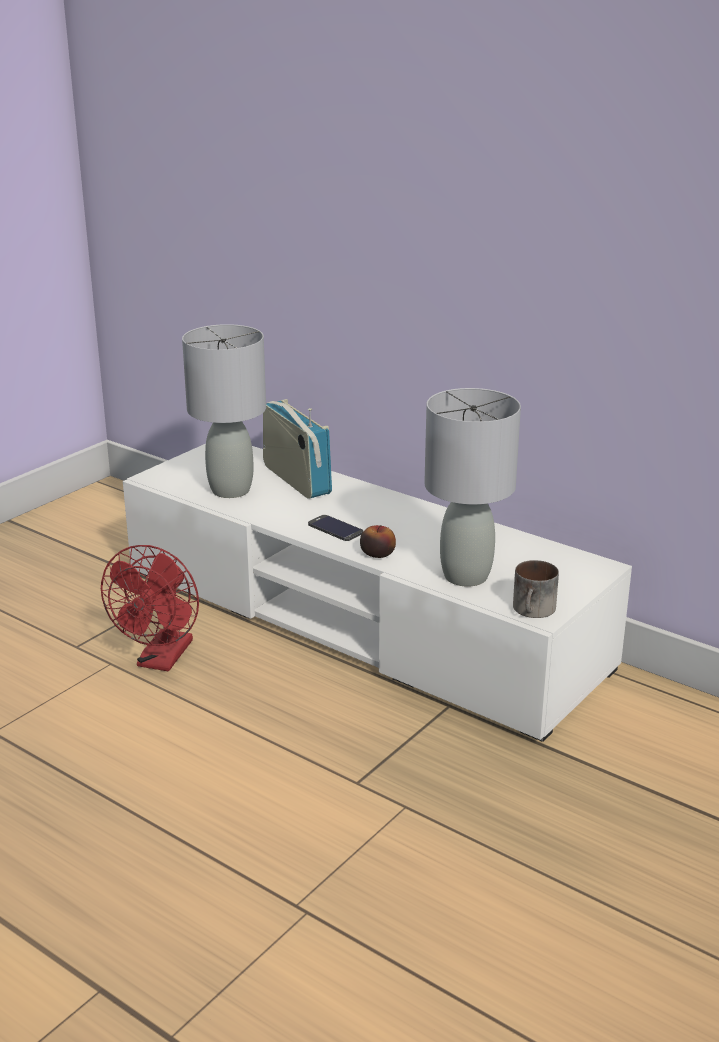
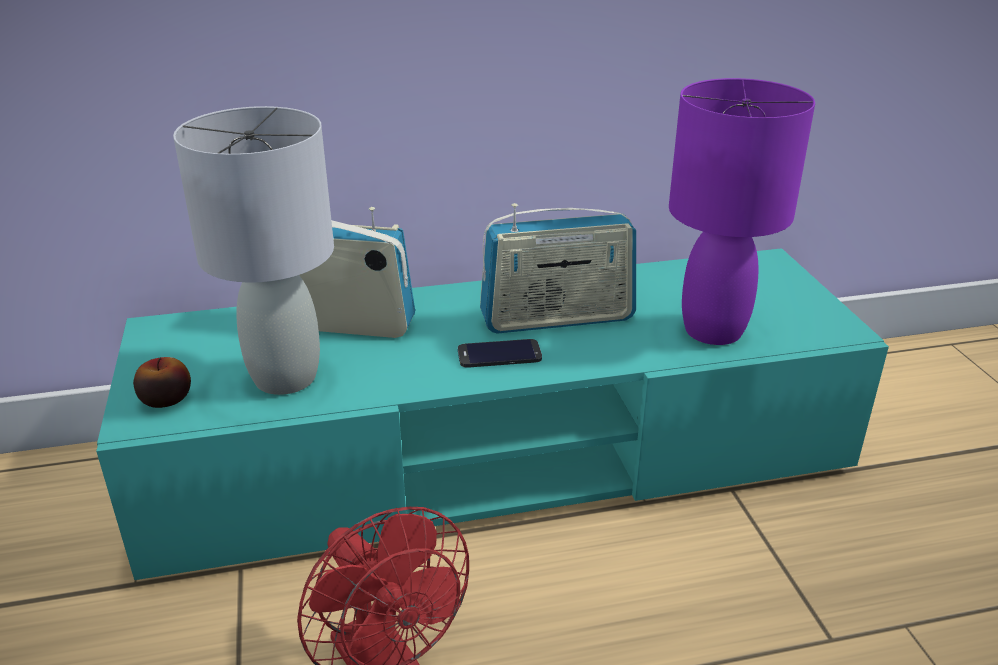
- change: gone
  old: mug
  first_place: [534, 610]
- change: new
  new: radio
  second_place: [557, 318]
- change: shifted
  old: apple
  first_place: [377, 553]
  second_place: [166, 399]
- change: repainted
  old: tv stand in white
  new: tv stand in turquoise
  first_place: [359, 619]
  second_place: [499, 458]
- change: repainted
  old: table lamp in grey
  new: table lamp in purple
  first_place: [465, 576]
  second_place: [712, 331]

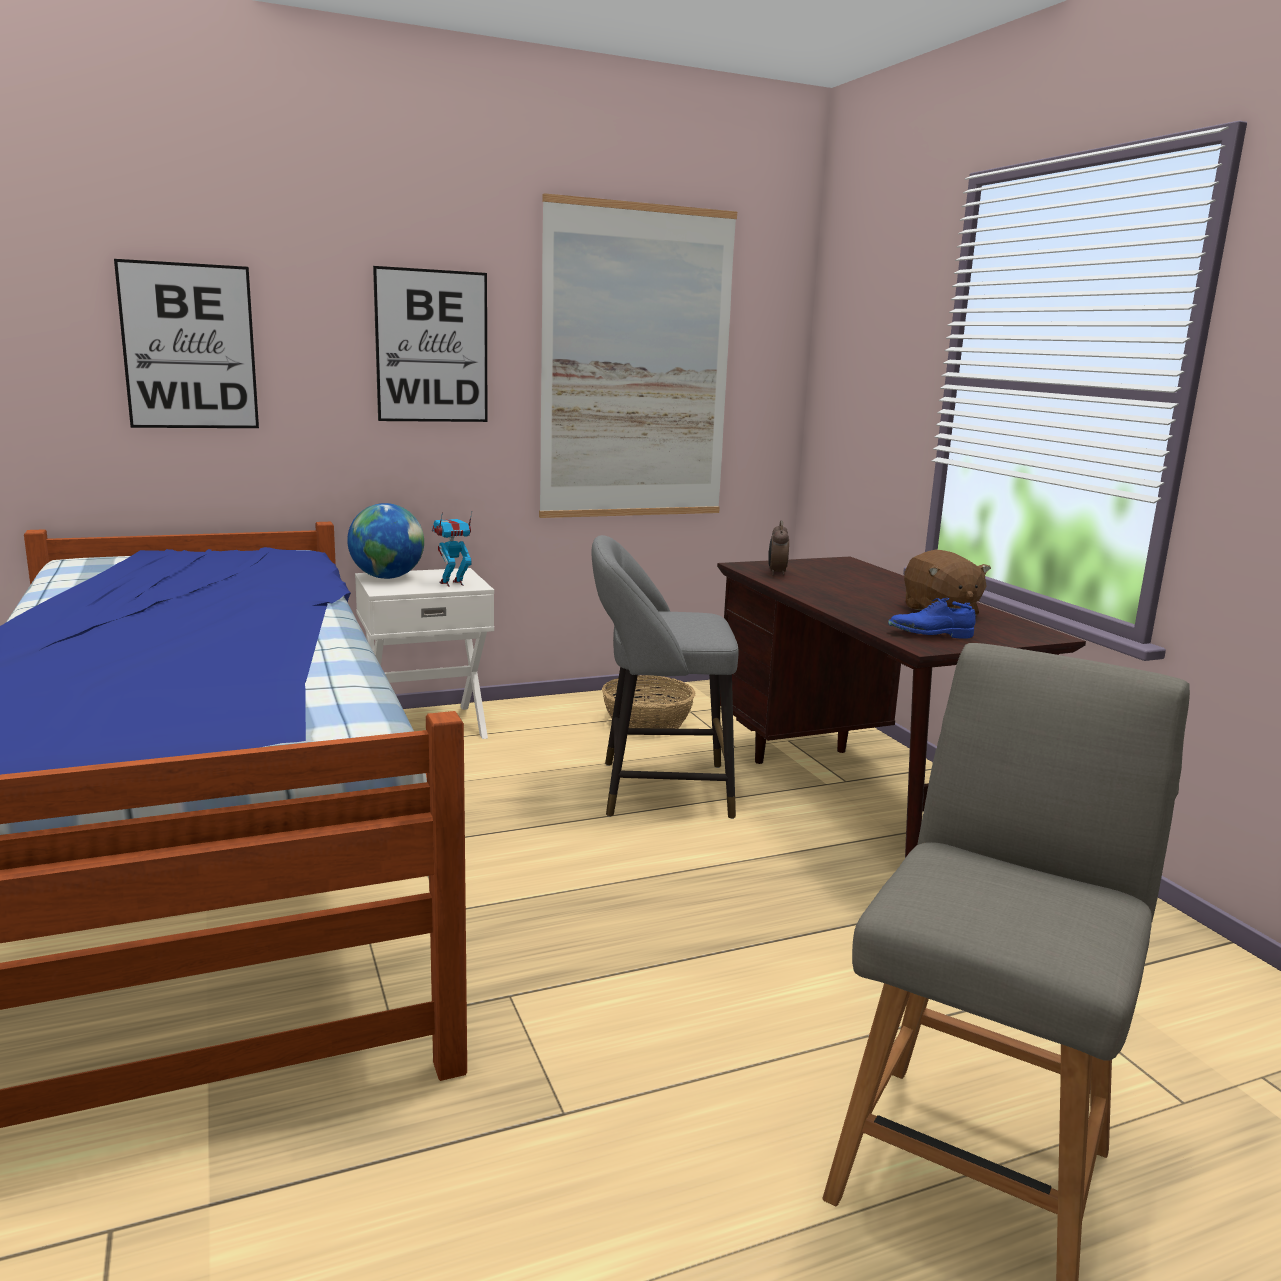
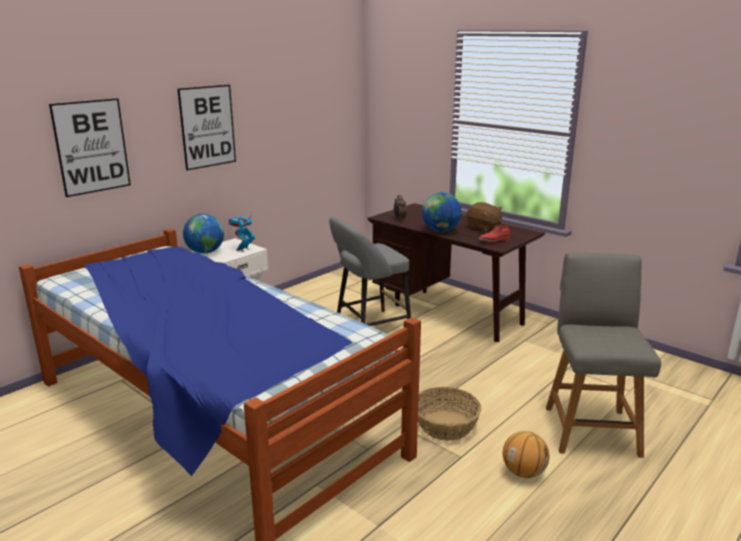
- change: gone
  old: picture
  first_place: [636, 365]
- change: new
  new: globe
  second_place: [440, 231]
- change: new
  new: basketball
  second_place: [523, 472]
- change: shifted
  old: basket
  first_place: [648, 722]
  second_place: [446, 425]
- change: repainted
  old: shoe in blue
  new: shoe in red
  first_place: [930, 635]
  second_place: [494, 241]

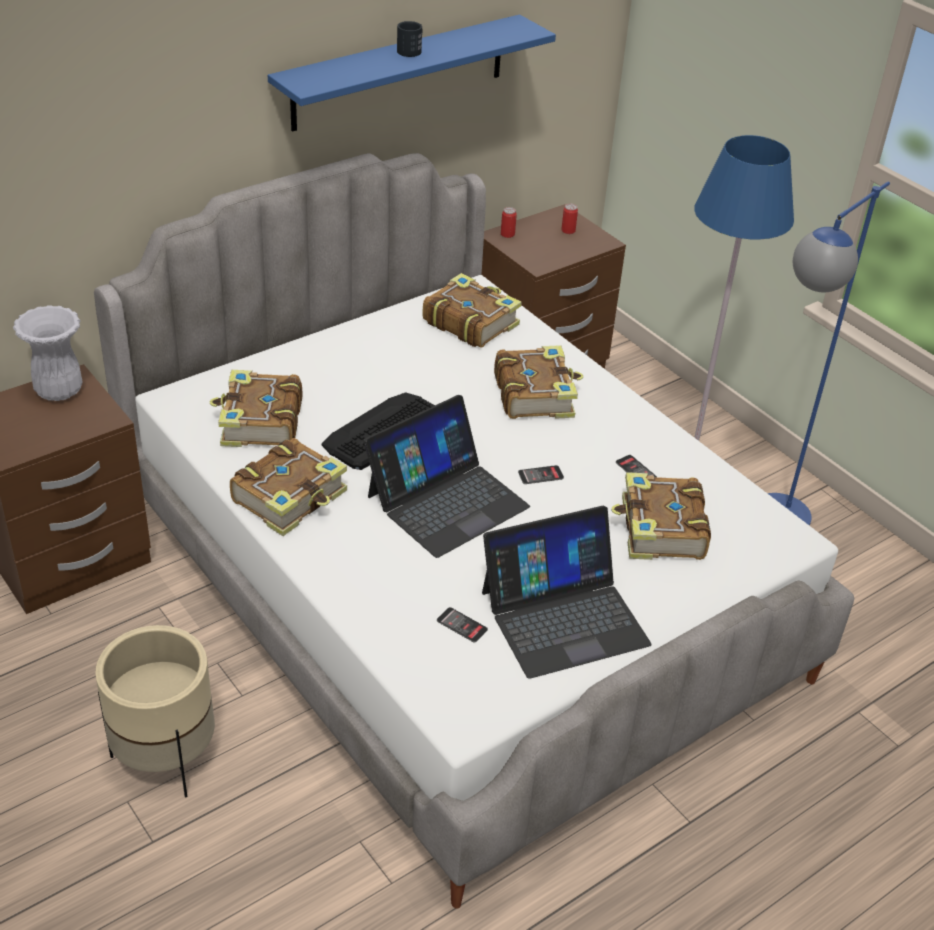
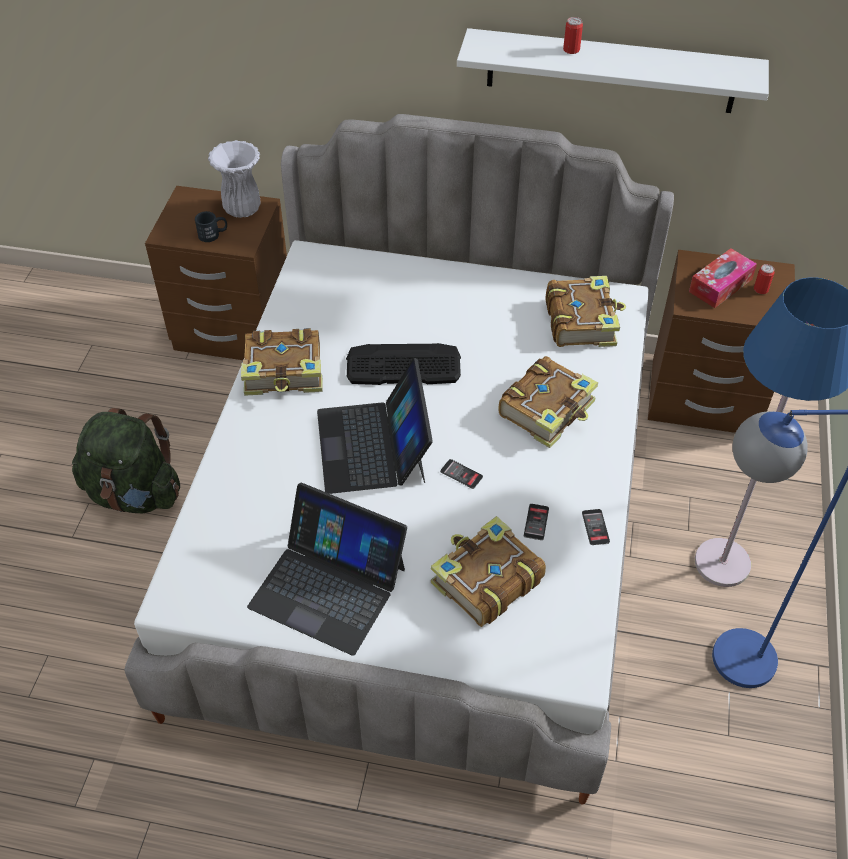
- change: gone
  old: book
  first_place: [259, 422]
- change: new
  new: tissue box
  second_place: [720, 285]
- change: shifted
  old: mug in black
  first_place: [412, 50]
  second_place: [213, 234]
- change: shifted
  old: phone
  first_place: [462, 625]
  second_place: [595, 527]
- change: shifted
  old: can
  first_place: [507, 234]
  second_place: [571, 50]
- change: swapped
  old: planter in beige
  new: backpack in green
  first_place: [165, 758]
  second_place: [134, 493]
- change: repainted
  old: shelf in blue
  new: shelf in white
  first_place: [399, 72]
  second_place: [611, 71]
- change: rotated
  old: laptop
  first_place: [446, 501]
  second_place: [373, 445]
  degrees: 75

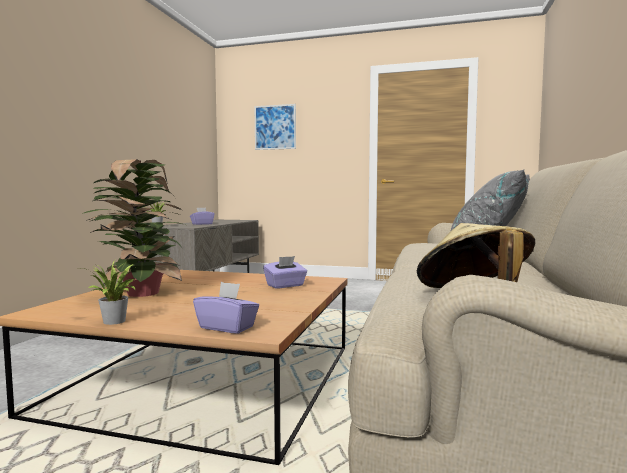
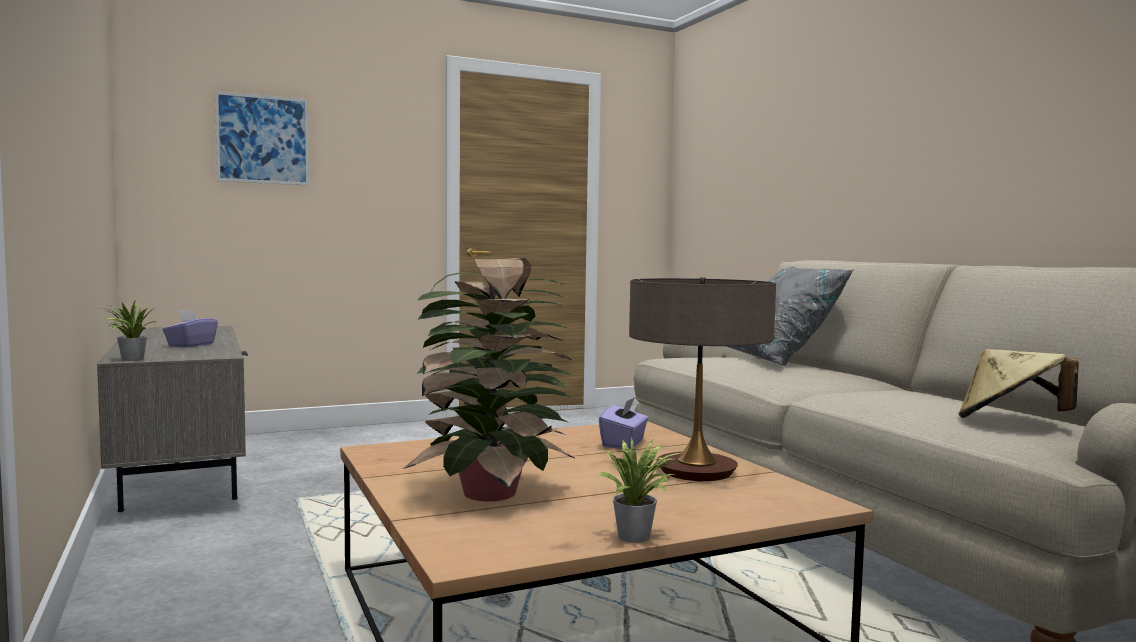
- change: gone
  old: tissue box in purple
  first_place: [227, 327]
- change: new
  new: table lamp
  second_place: [696, 471]

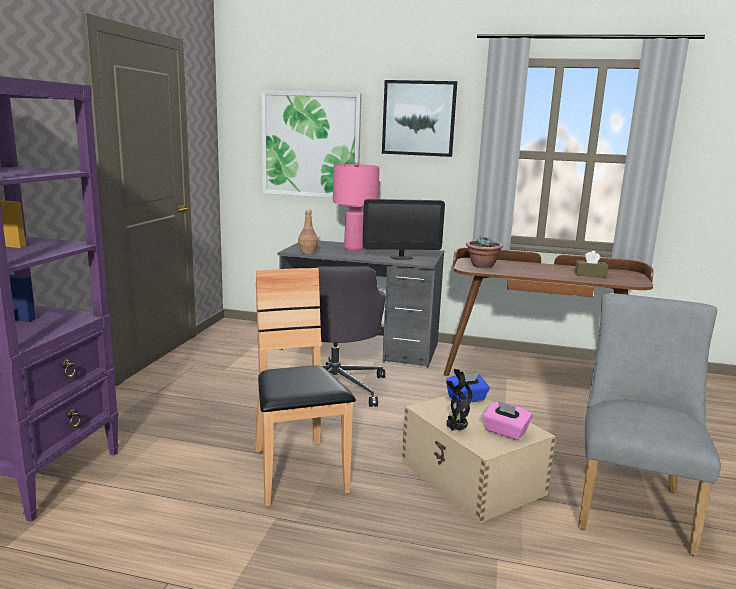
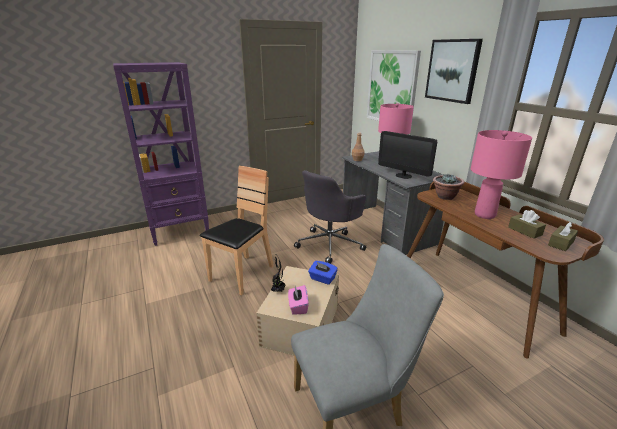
- change: new
  new: table lamp in pink
  second_place: [485, 215]
- change: new
  new: tissue box in brown
  second_place: [561, 243]

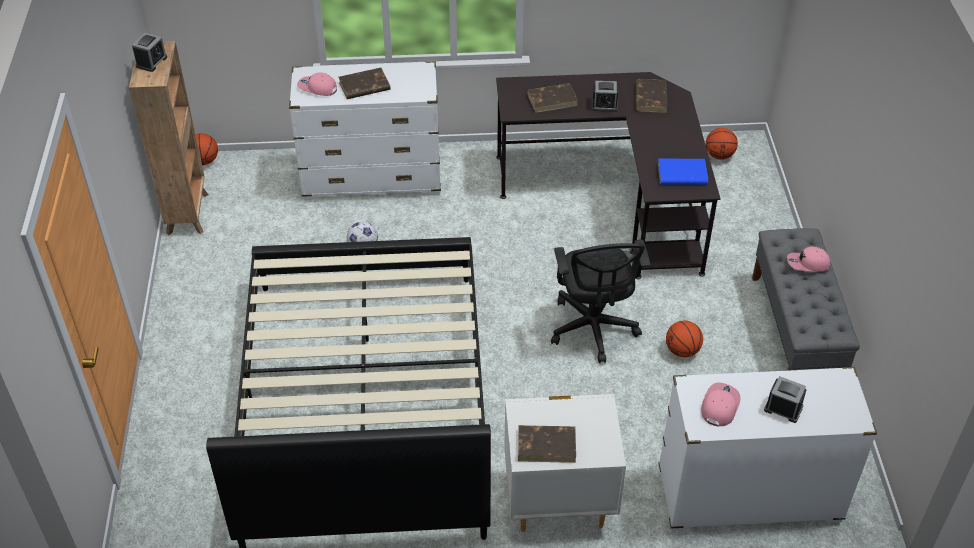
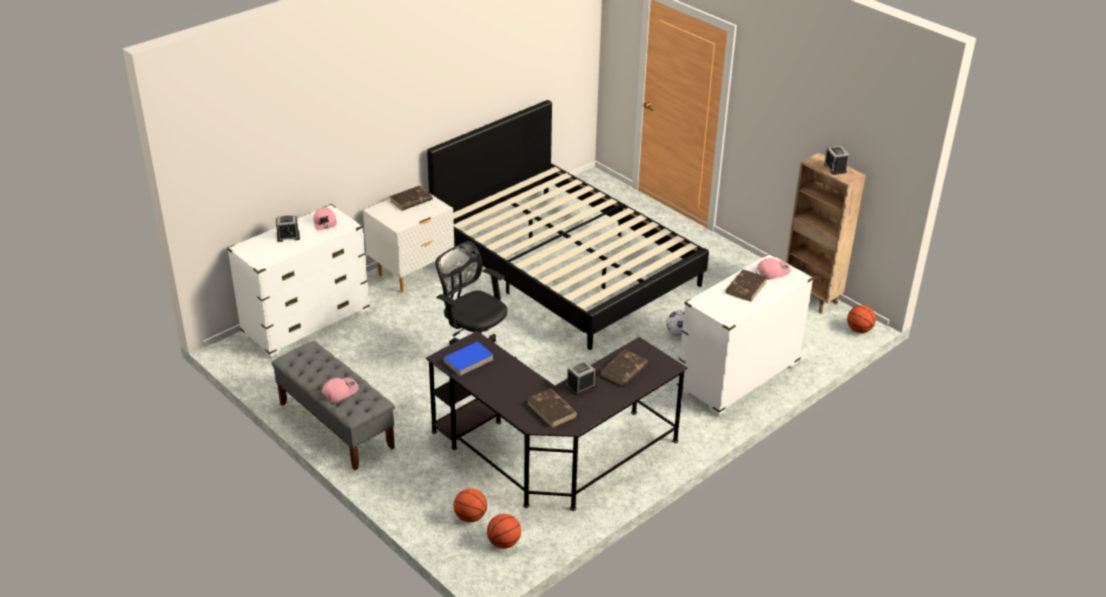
- change: shifted
  old: basketball
  first_place: [682, 350]
  second_place: [470, 517]

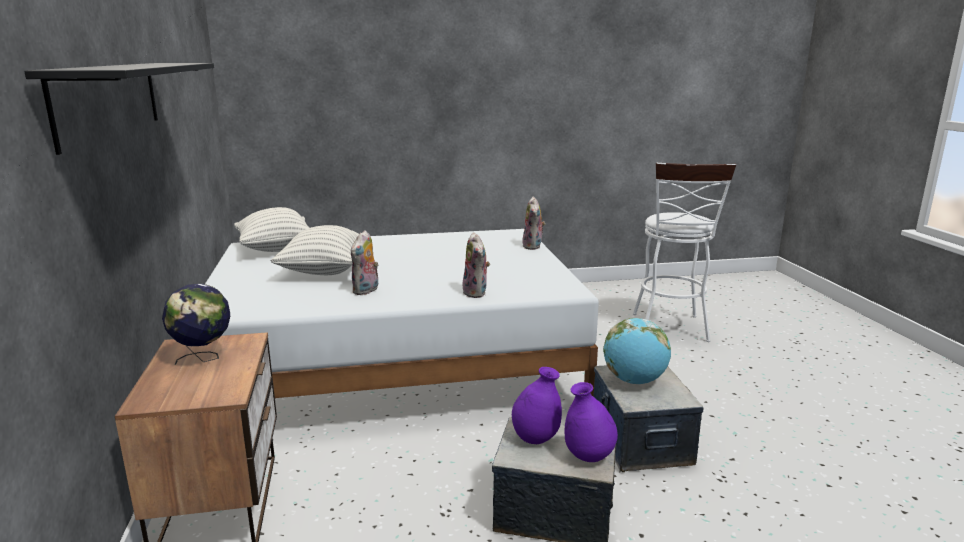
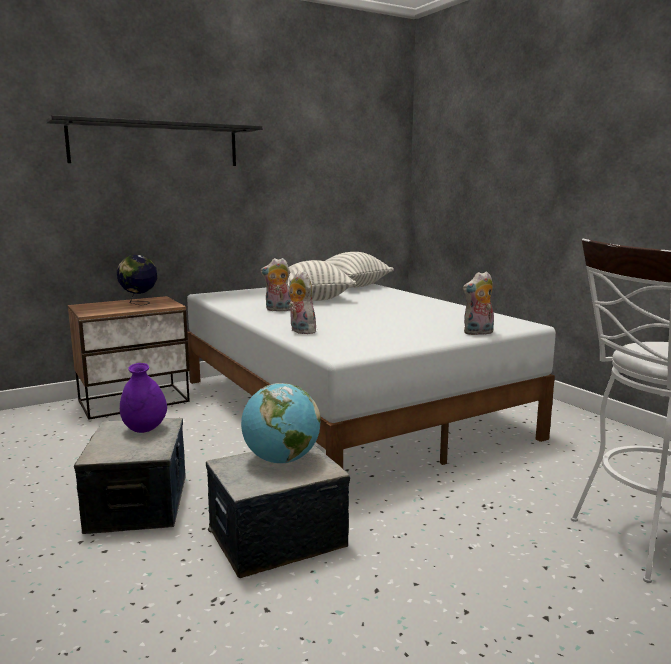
- change: gone
  old: vase in purple
  first_place: [589, 457]
- change: rotated
  old: plush toy
  first_place: [477, 293]
  second_place: [300, 331]
  degrees: 90

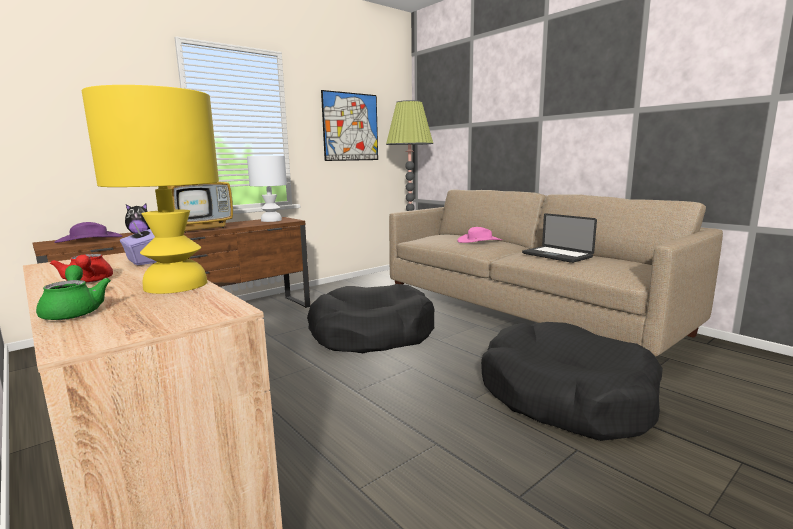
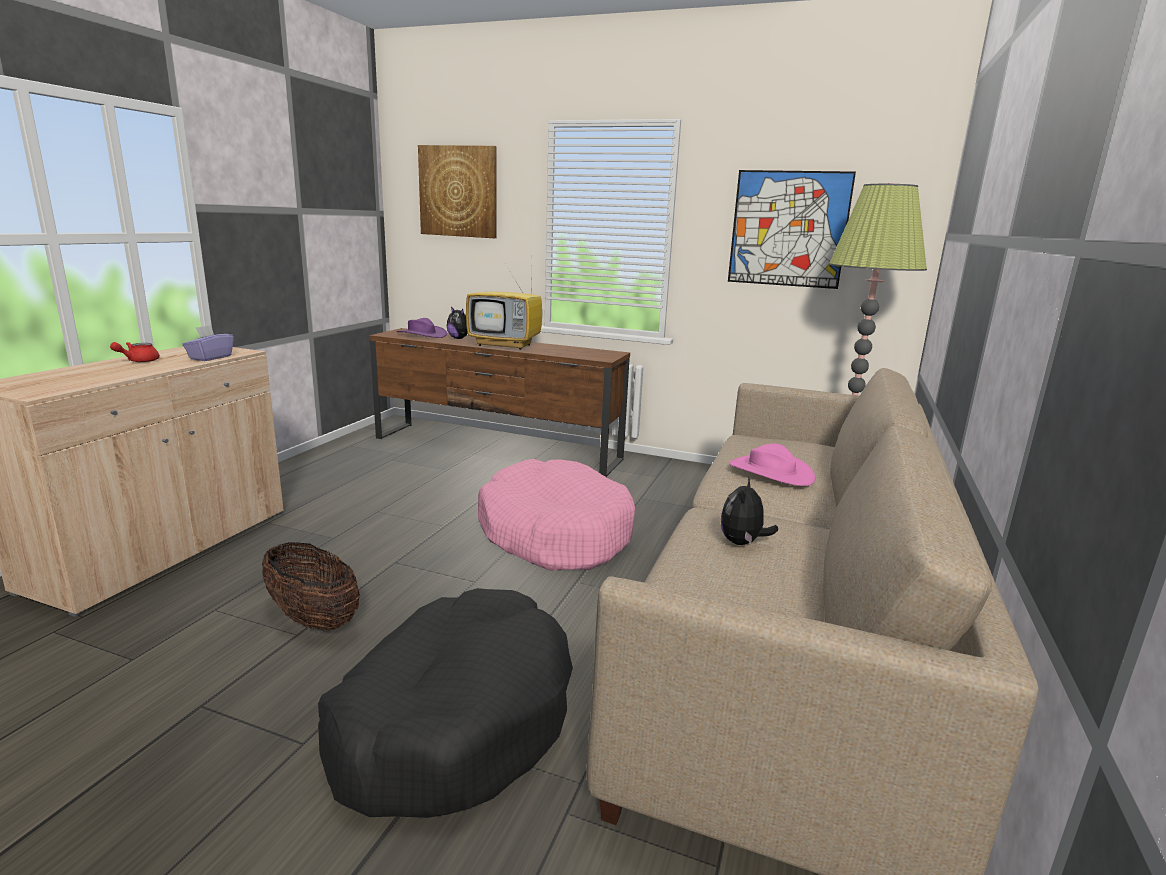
- change: gone
  old: teapot in green
  first_place: [74, 311]
- change: gone
  old: table lamp in yellow
  first_place: [174, 285]
- change: gone
  old: table lamp in white
  first_place: [270, 220]
- change: new
  new: basket
  second_place: [313, 619]
- change: new
  new: picture
  second_place: [458, 191]
- change: swapped
  old: laptop
  new: plush toy
  first_place: [556, 255]
  second_place: [742, 543]
- change: repainted
  old: dog bed in black
  new: dog bed in pink
  first_place: [371, 334]
  second_place: [554, 533]

